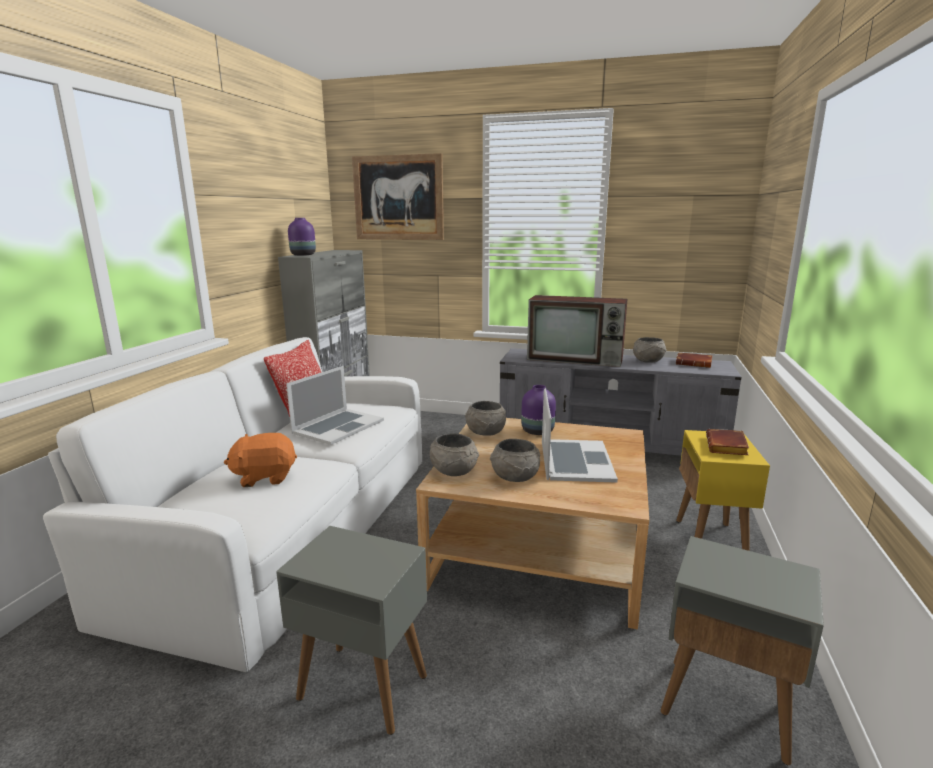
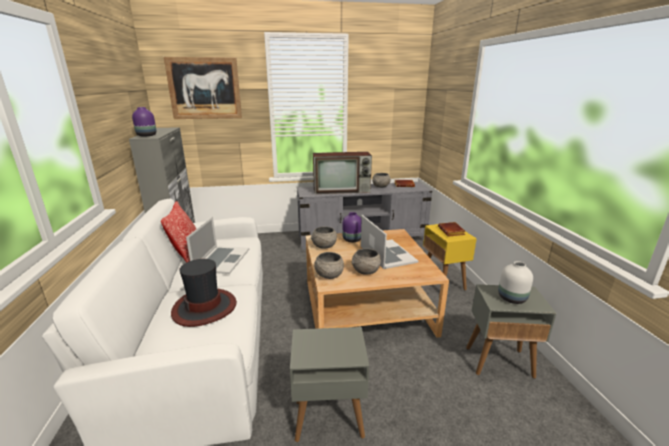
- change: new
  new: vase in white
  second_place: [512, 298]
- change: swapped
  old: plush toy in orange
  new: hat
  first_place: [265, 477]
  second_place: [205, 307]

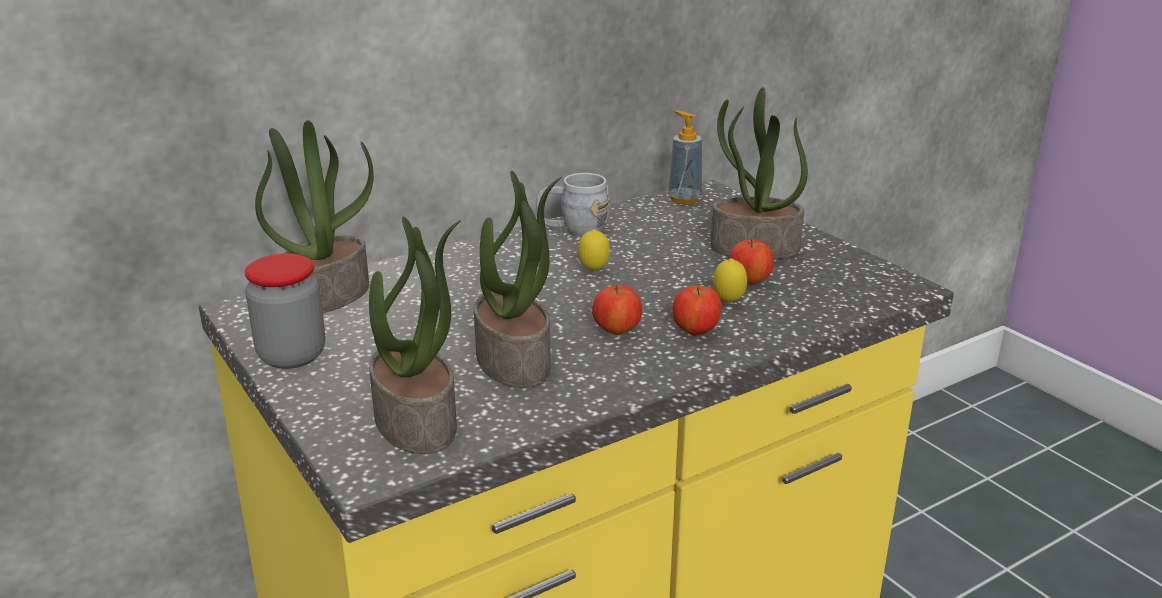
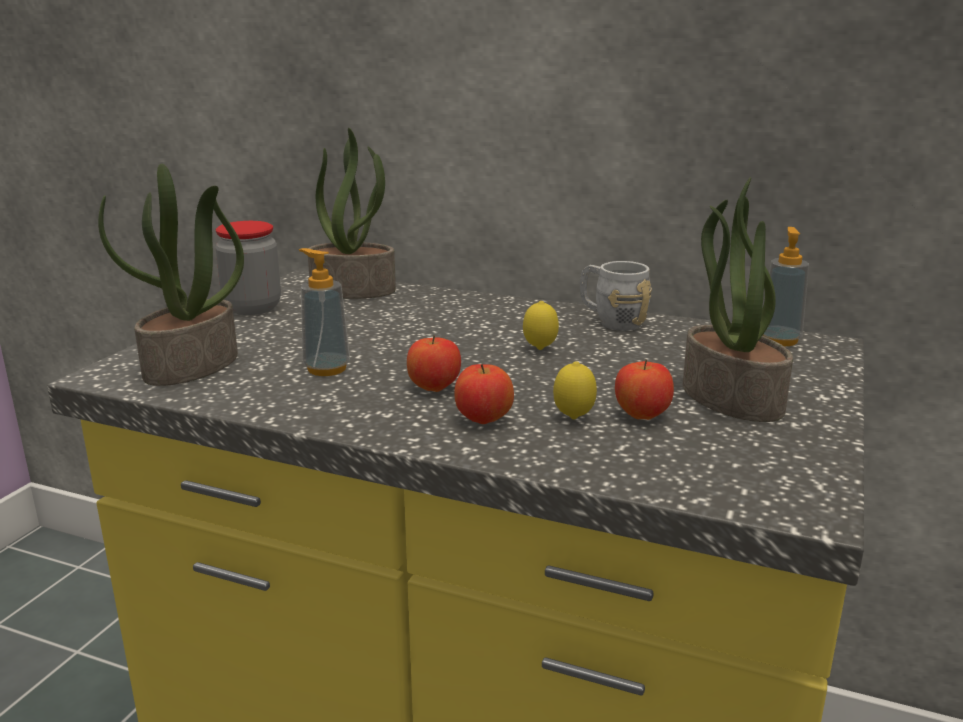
- change: swapped
  old: potted plant
  new: soap dispenser
  first_place: [515, 361]
  second_place: [326, 369]

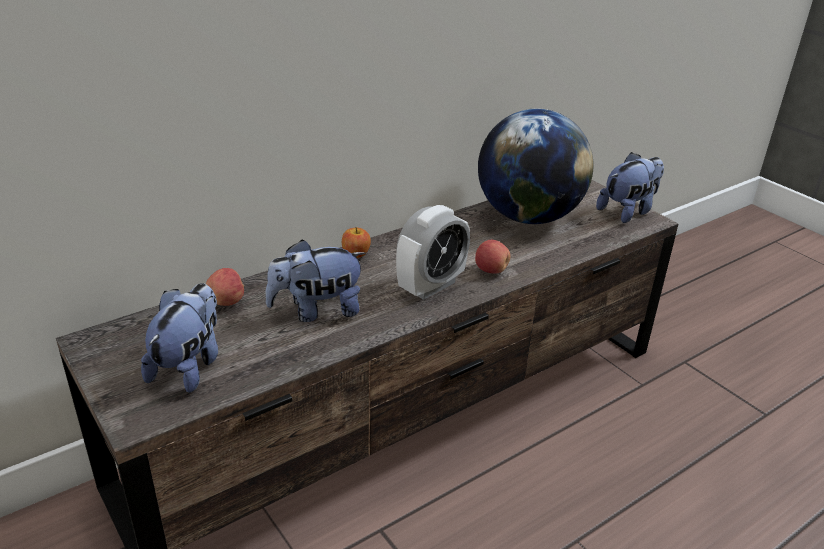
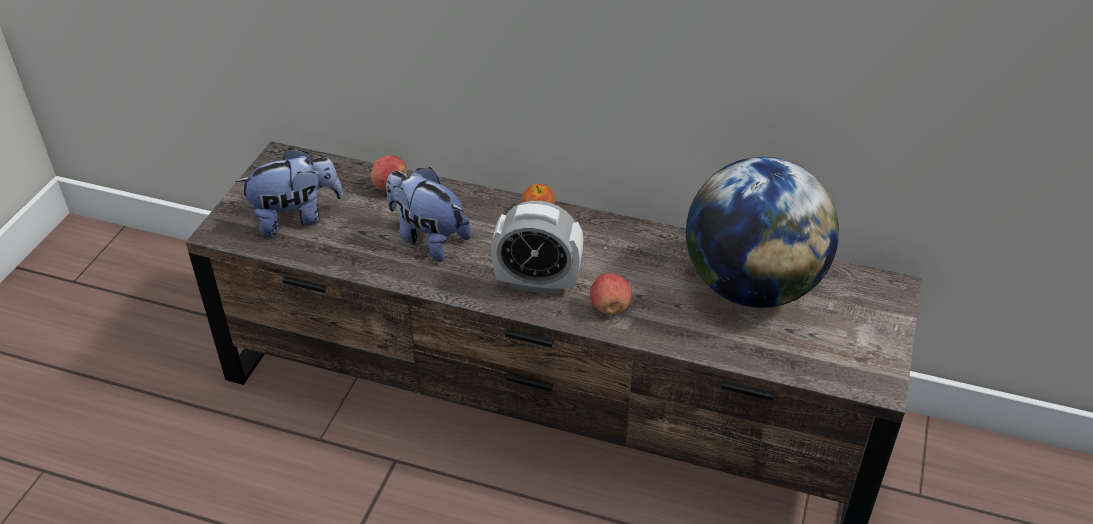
- change: gone
  old: plush toy
  first_place: [628, 211]

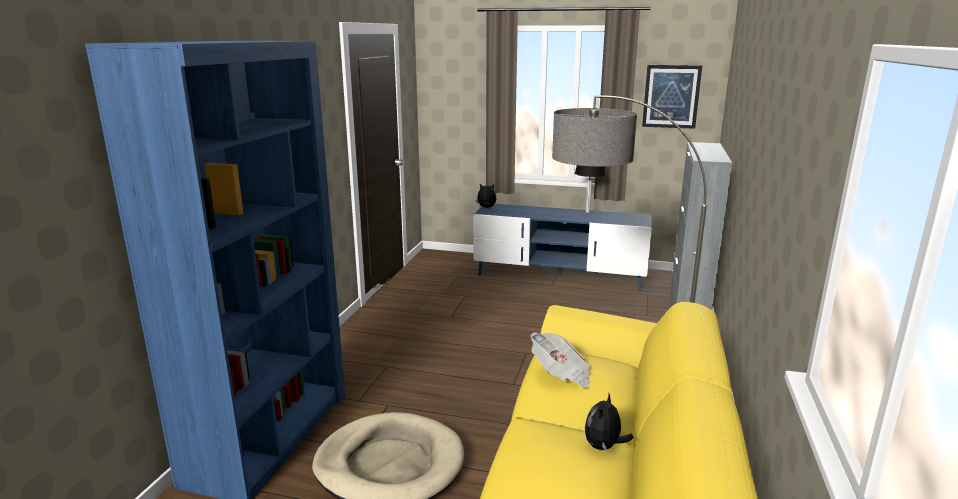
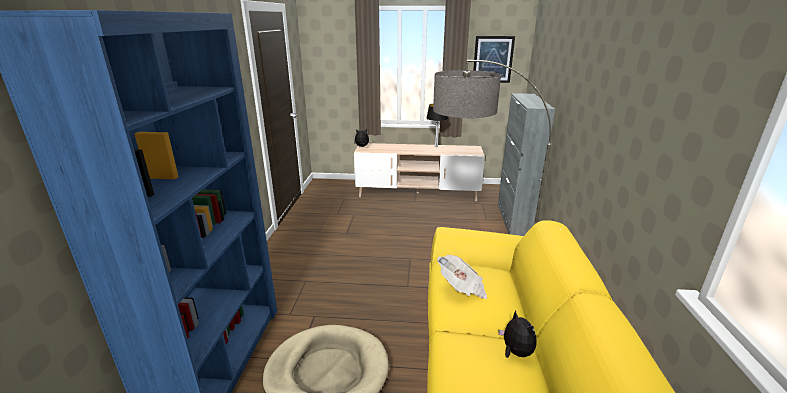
- change: repainted
  old: tv stand in blue
  new: tv stand in beige
  first_place: [559, 275]
  second_place: [417, 193]
- change: rotated
  old: plush toy
  first_place: [604, 446]
  second_place: [515, 352]
  degrees: 135

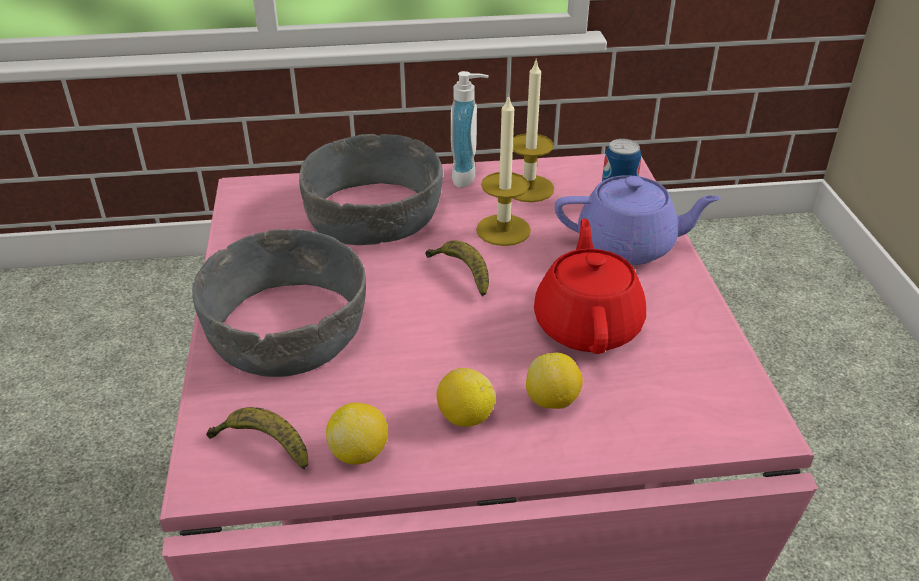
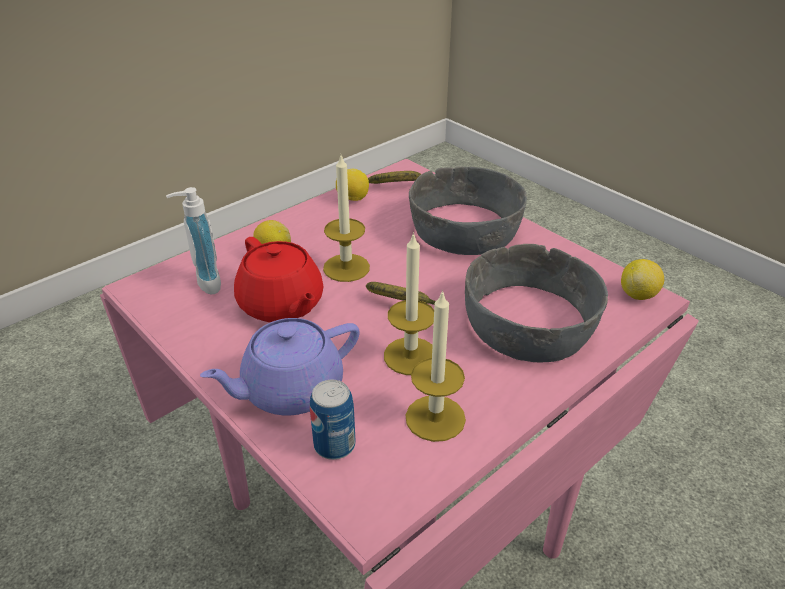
- change: new
  new: candle
  second_place: [346, 268]
- change: shifted
  old: lemon
  first_place: [465, 417]
  second_place: [638, 294]
- change: shifted
  old: soap dispenser
  first_place: [469, 177]
  second_place: [204, 284]

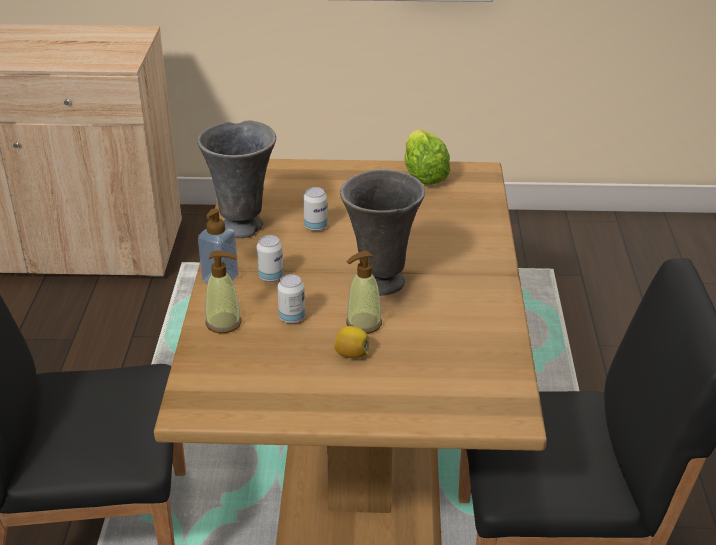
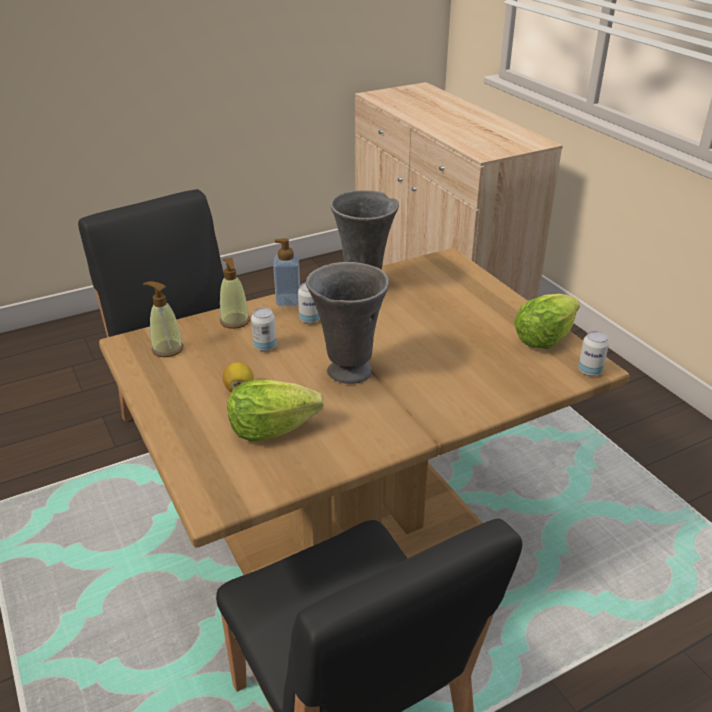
- change: new
  new: lettuce
  second_place: [271, 429]
- change: shifted
  old: can
  first_place: [315, 226]
  second_place: [589, 371]
- change: shifted
  old: soap dispenser
  first_place: [363, 323]
  second_place: [167, 349]

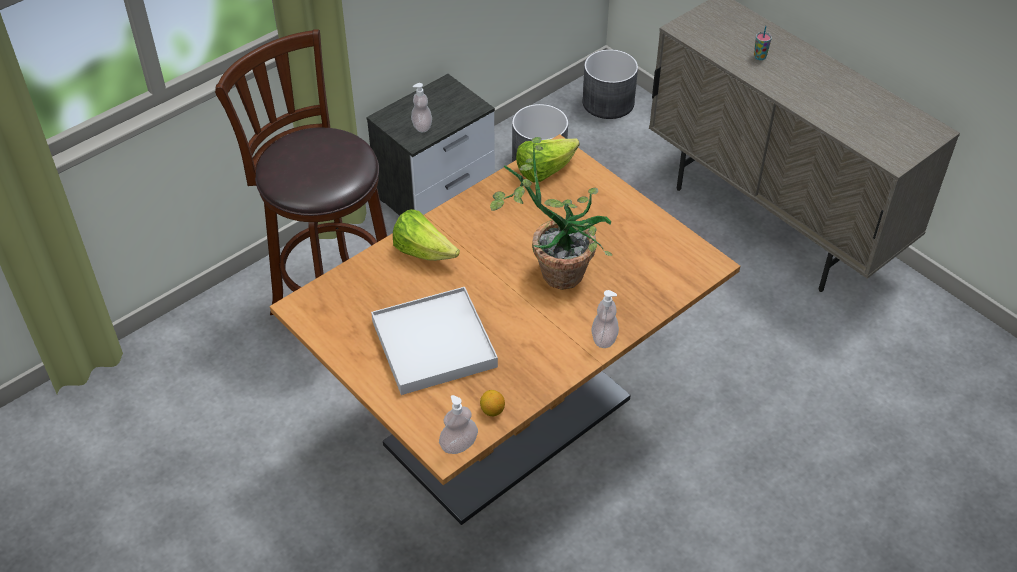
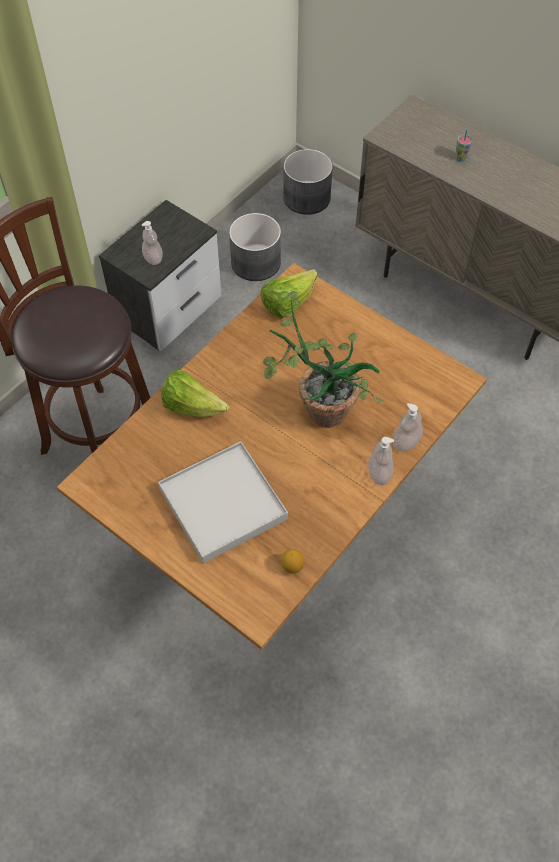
- change: shifted
  old: soap dispenser
  first_place: [459, 445]
  second_place: [406, 442]

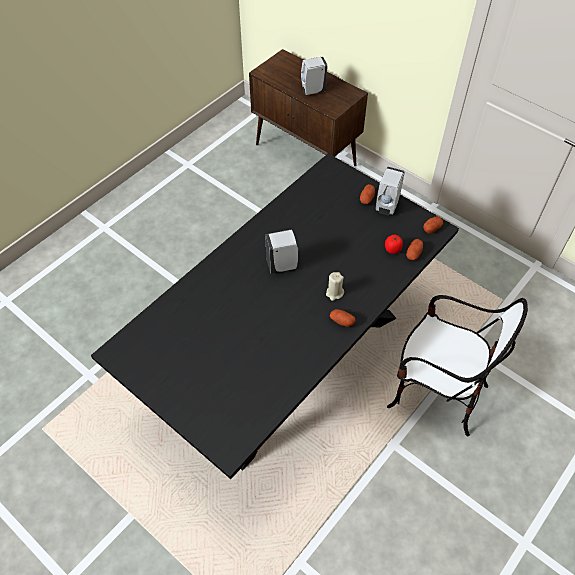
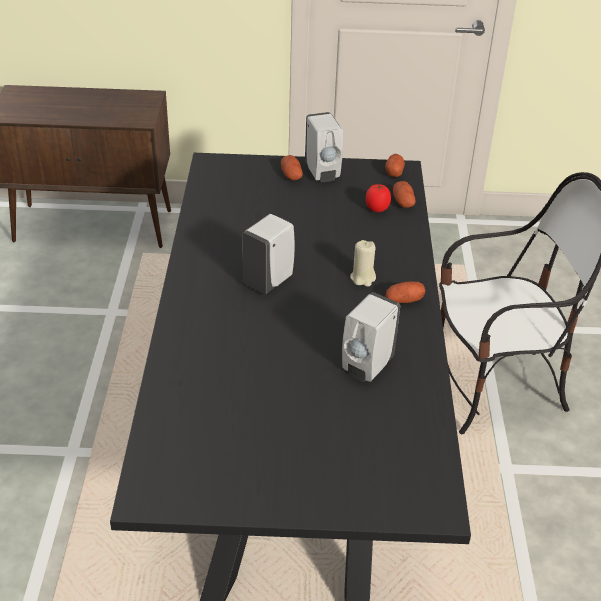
- change: shifted
  old: soap dispenser in white
  first_place: [312, 91]
  second_place: [366, 367]

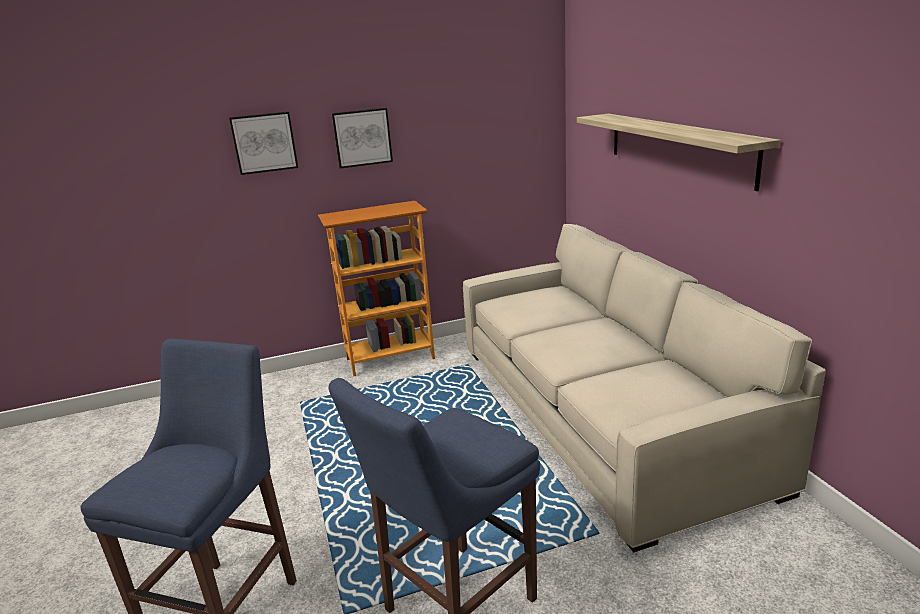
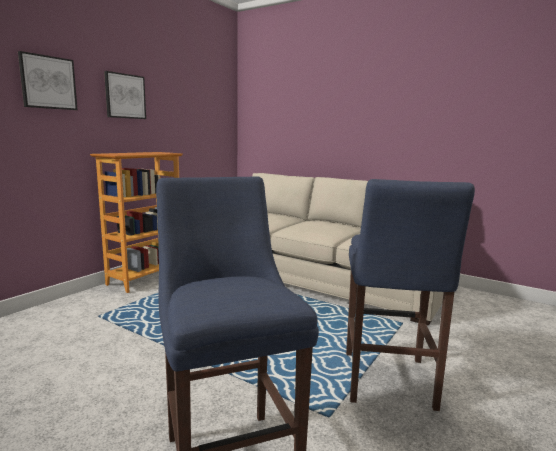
- change: gone
  old: shelf
  first_place: [677, 147]

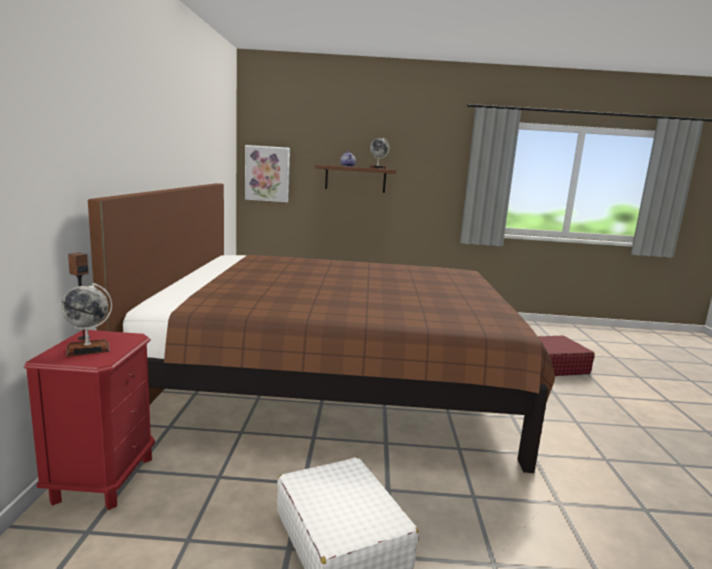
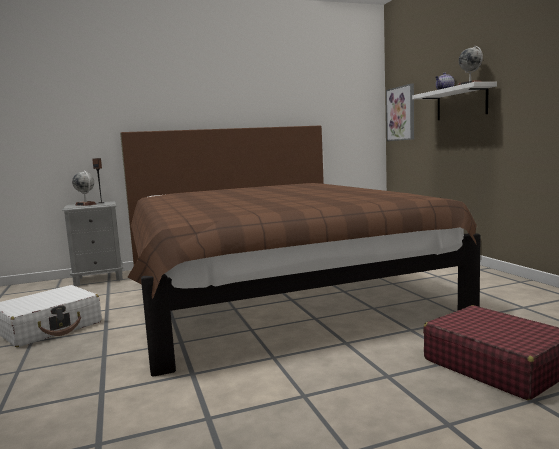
- change: repainted
  old: nightstand in red
  new: nightstand in grey
  first_place: [103, 479]
  second_place: [99, 279]
- change: repainted
  old: shelf in brown
  new: shelf in white
  first_place: [355, 179]
  second_place: [461, 103]

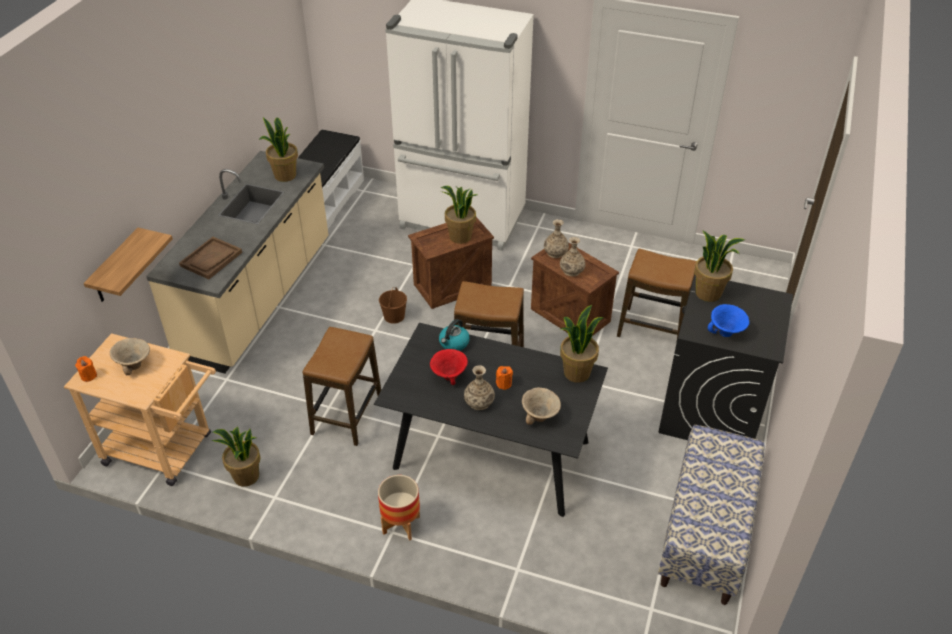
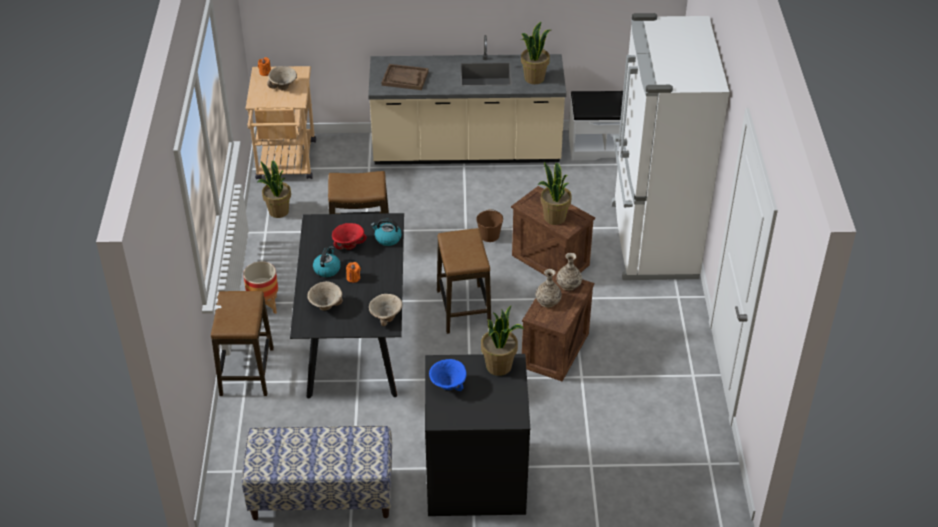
- change: gone
  old: shelf
  first_place: [116, 267]
- change: shifted
  old: stool
  first_place: [652, 329]
  second_place: [247, 371]
- change: swapped
  old: vase
  new: kettle
  first_place: [479, 402]
  second_place: [327, 269]
- change: swapped
  old: potted plant
  new: bowl in beige
  first_place: [576, 372]
  second_place: [385, 318]

